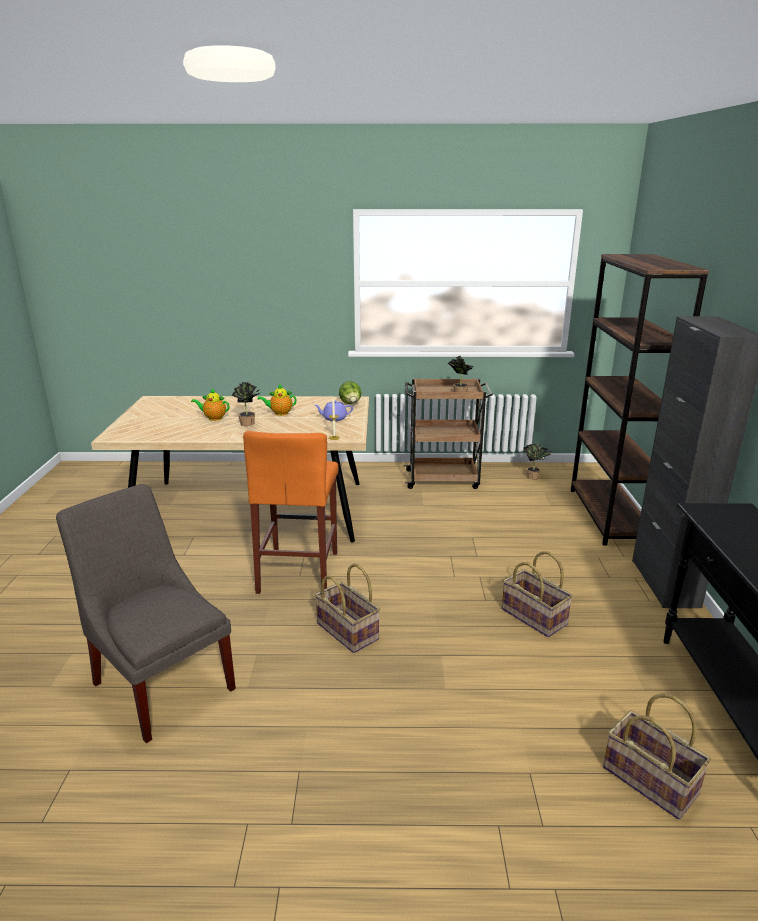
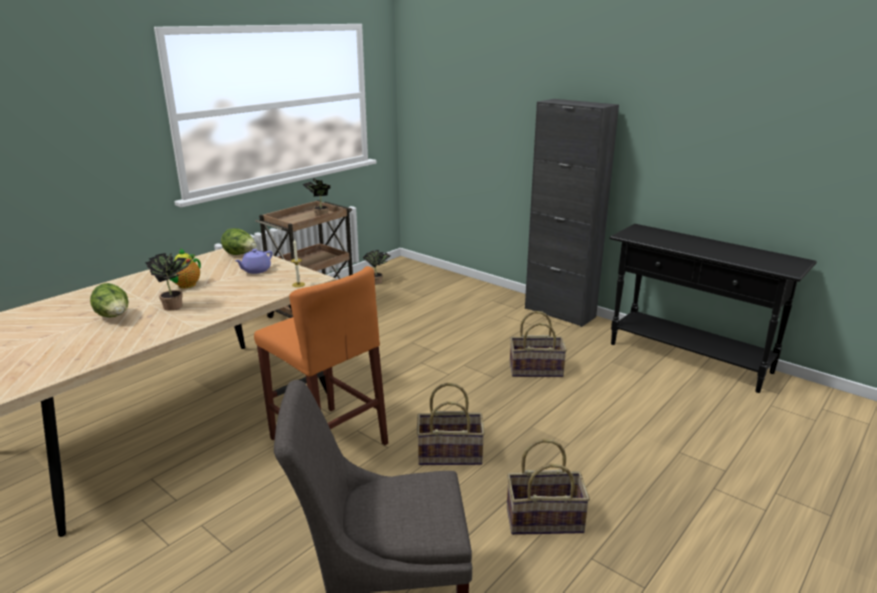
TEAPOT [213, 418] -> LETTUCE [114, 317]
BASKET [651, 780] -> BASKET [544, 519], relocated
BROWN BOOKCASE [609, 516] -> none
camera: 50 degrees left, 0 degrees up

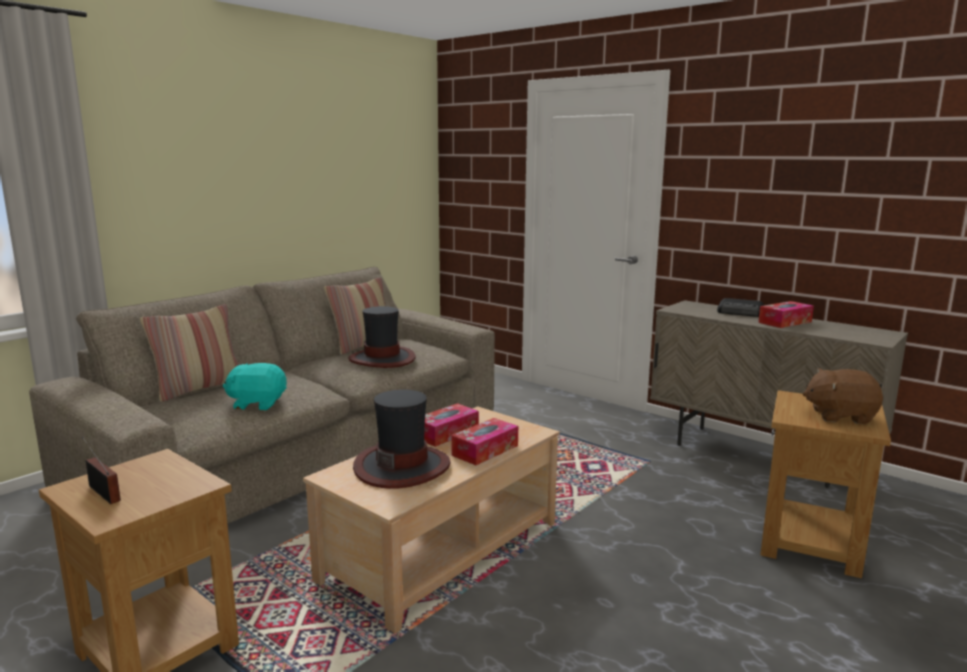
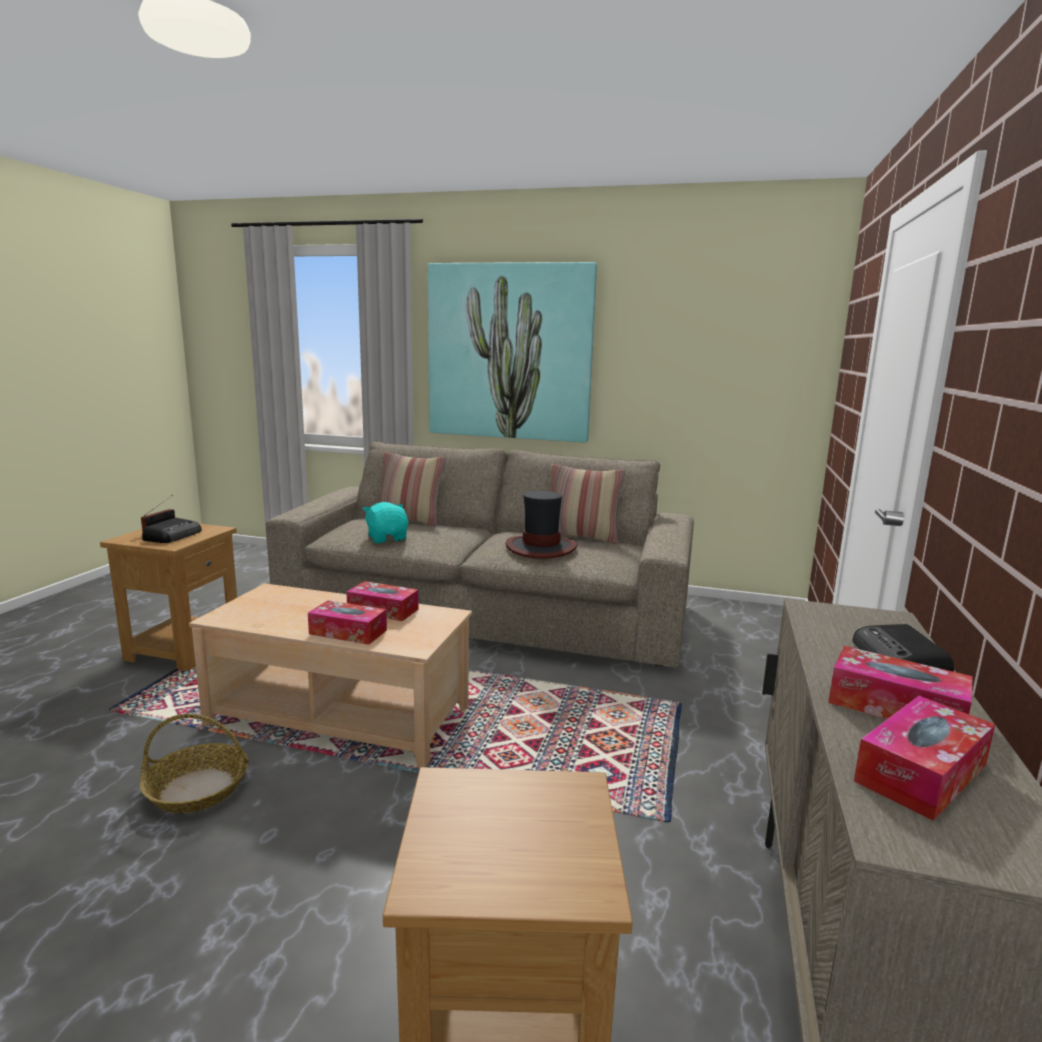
none -> BASKET [198, 789]
none -> RADIO [174, 536]
none -> PICTURE [510, 352]
none -> TISSUE BOX [921, 773]
HAT [402, 466] -> none
BROWN PLUSH TOY [839, 416] -> none
camera: 65 degrees right, 0 degrees up

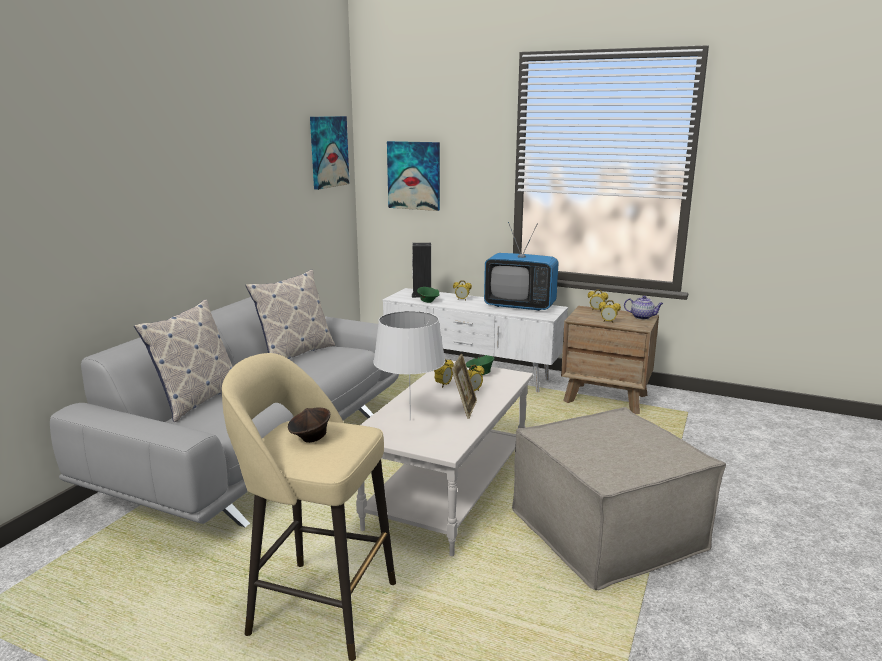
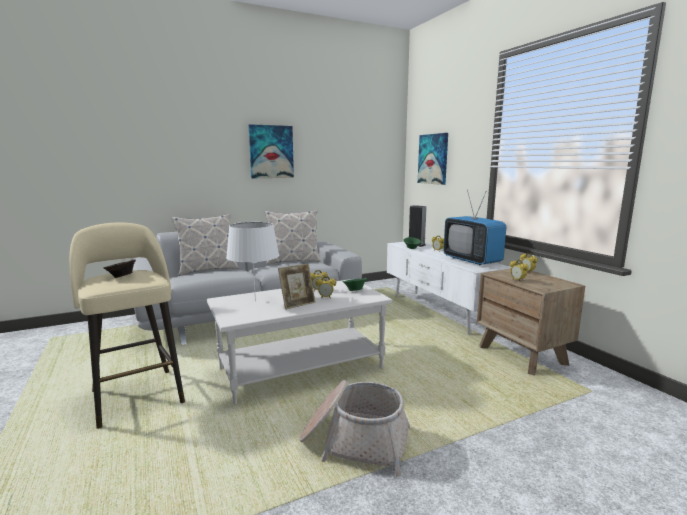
PICTURE [328, 152] -> PICTURE [271, 152], relocated
BEIGE OTTOMAN [606, 530] -> BASKET [354, 441]
TEAPOT [642, 317] -> none
camera: 40 degrees right, 5 degrees down

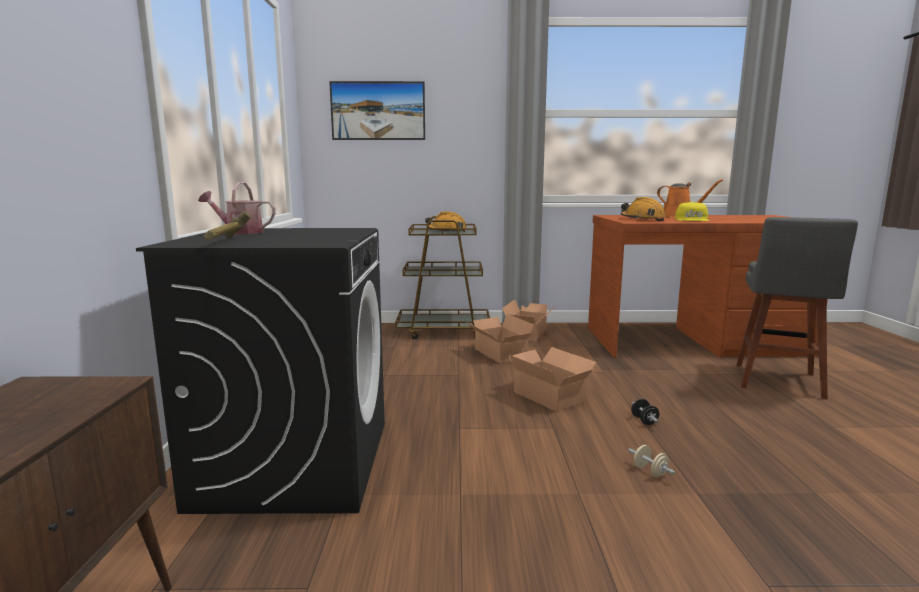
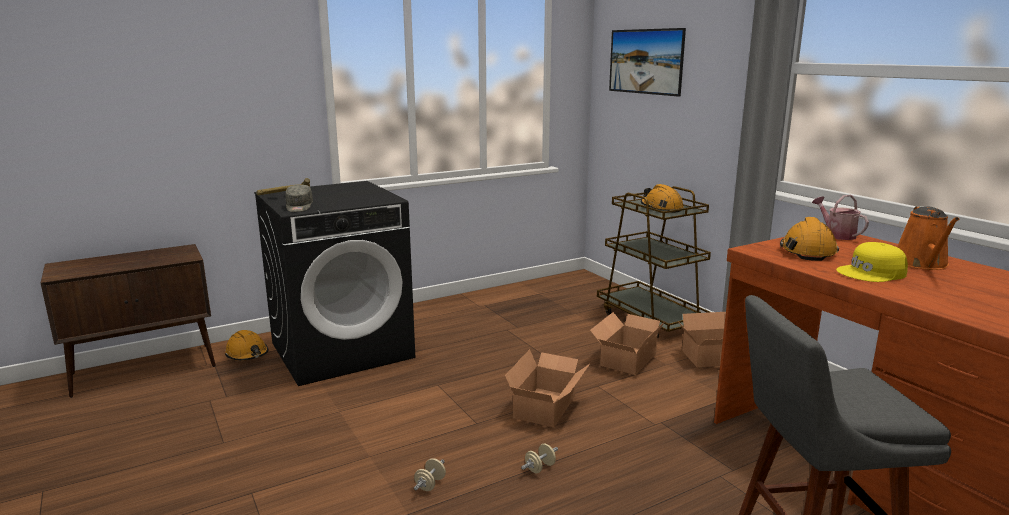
none -> ORANGE HARD HAT [247, 354]
none -> GREY CAP [299, 207]
BLACK DUMBBELL [644, 421] -> BEIGE DUMBBELL [540, 468]
WATERING CAN [240, 232] -> WATERING CAN [836, 234], relocated
camera: 60 degrees right, 5 degrees up

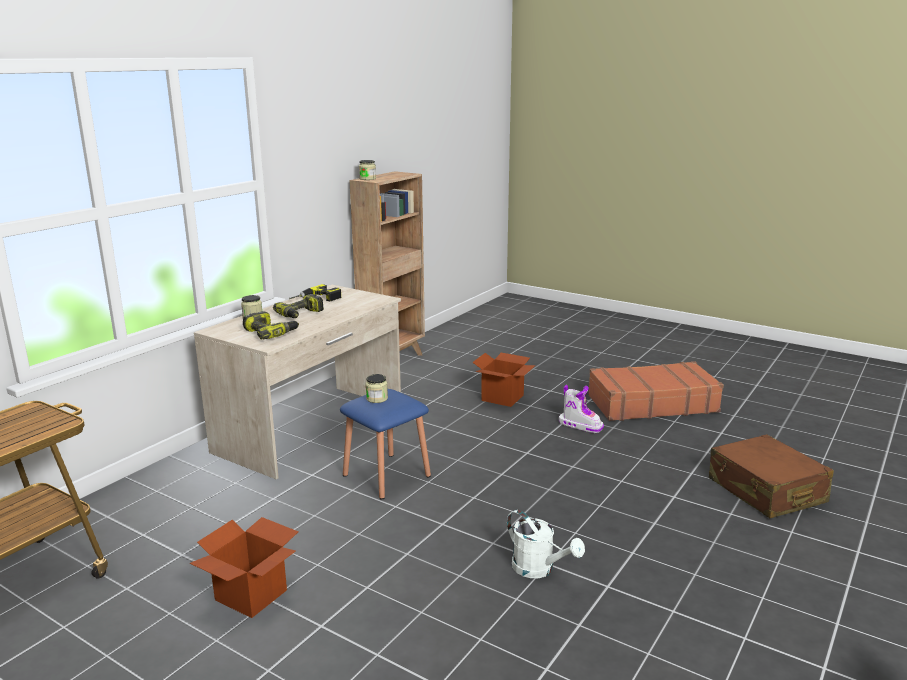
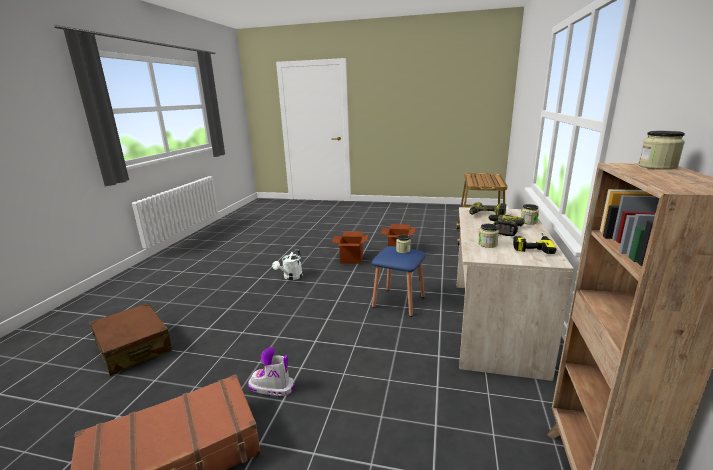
WHITE WATERING CAN [539, 569] -> WHITE WATERING CAN [291, 277], 90 degrees counterclockwise
CARDBOARD BOX [502, 398] -> CARDBOARD BOX [351, 259], relocated
none -> JAR [487, 244]
camera: 160 degrees right, 0 degrees up

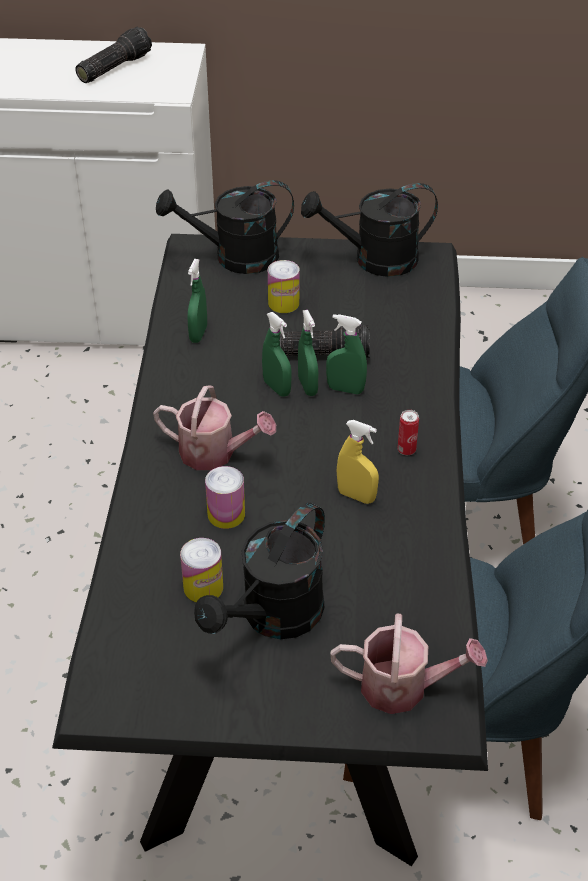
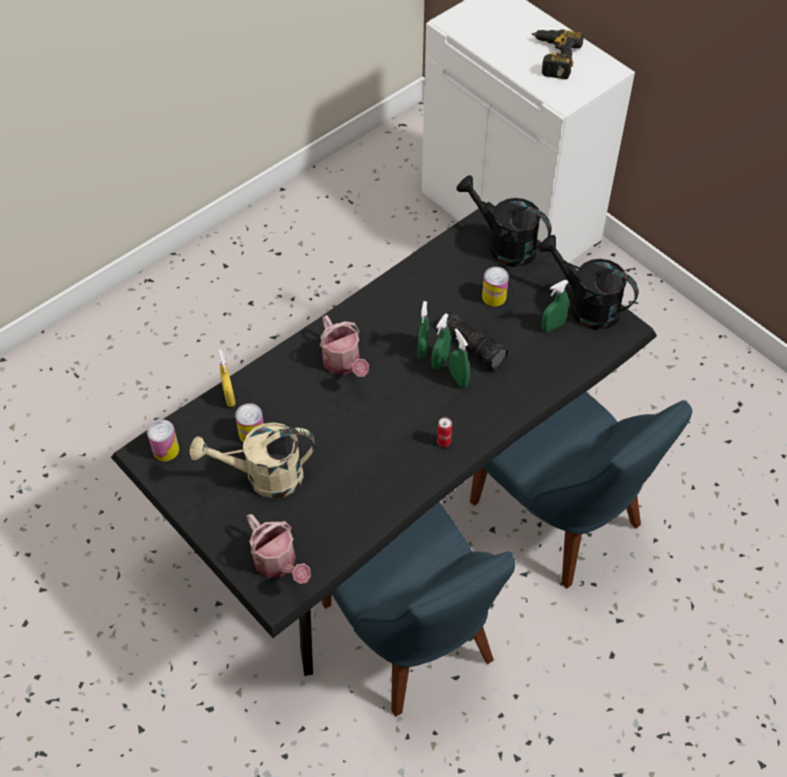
CAN [226, 514] -> CAN [166, 450], relocated
BLACK WATERING CAN [273, 618] -> BEIGE WATERING CAN [263, 477]
YELLOW SPRAY BOTTLE [356, 496] -> YELLOW SPRAY BOTTLE [229, 397], relocated
FLASHLIGHT [114, 67] -> POWER DRILL [552, 57]
GREEN SPRAY BOTTLE [198, 334] -> GREEN SPRAY BOTTLE [552, 326], relocated
camera: 45 degrees right, 10 degrees up

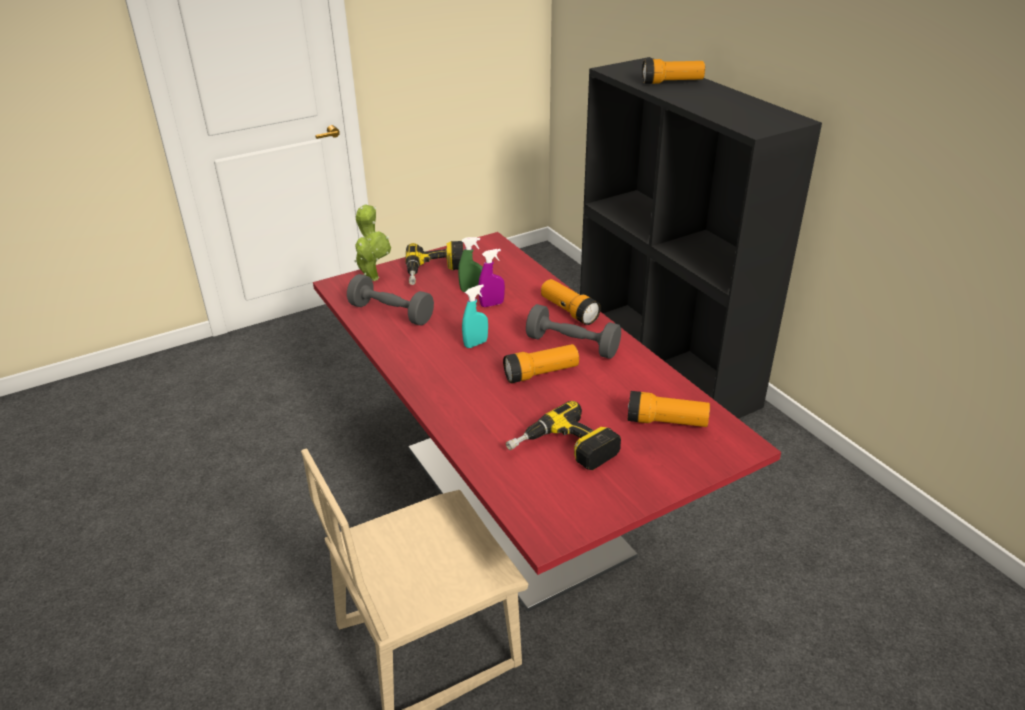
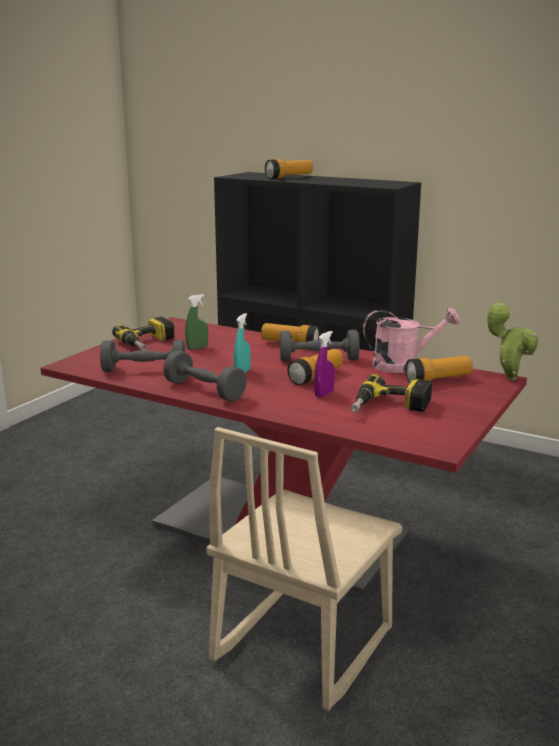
none -> GREY DUMBBELL [204, 391]
PURPLE SPRAY BOTTLE [492, 304] -> PURPLE SPRAY BOTTLE [324, 394], relocated
none -> PINK WATERING CAN [403, 365]
POTTED PLANT [373, 277] -> POTTED PLANT [508, 377], relocated
camera: 30 degrees left, 15 degrees down

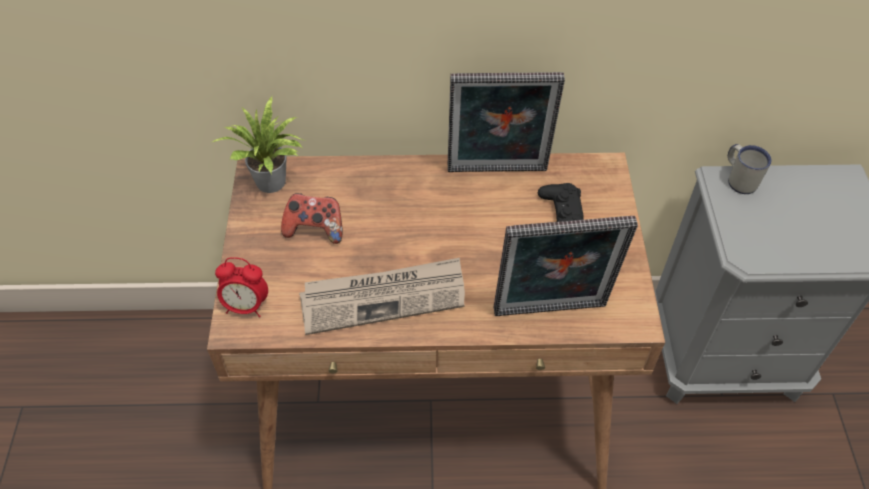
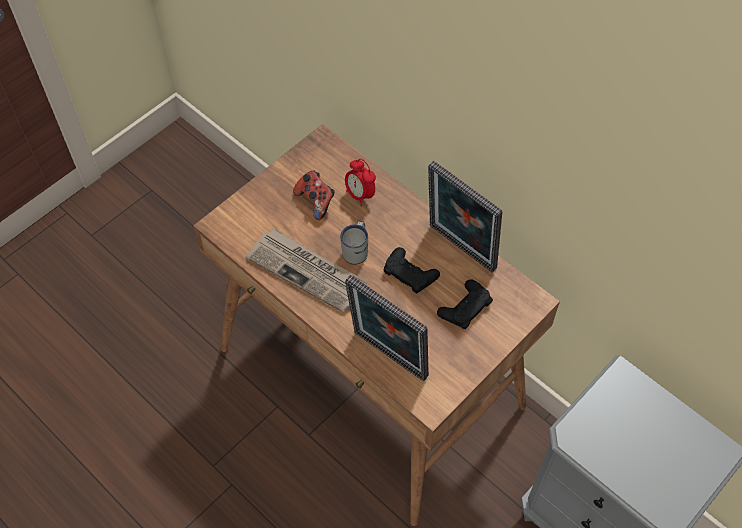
WHITE MUG [739, 179] -> WHITE MUG [357, 250], relocated
ALARM CLOCK [246, 306] -> ALARM CLOCK [360, 195], relocated
none -> BLACK GAME CONTROLLER [410, 273]
POTTED PLANT [273, 184] -> none
camera: 45 degrees right, 5 degrees up

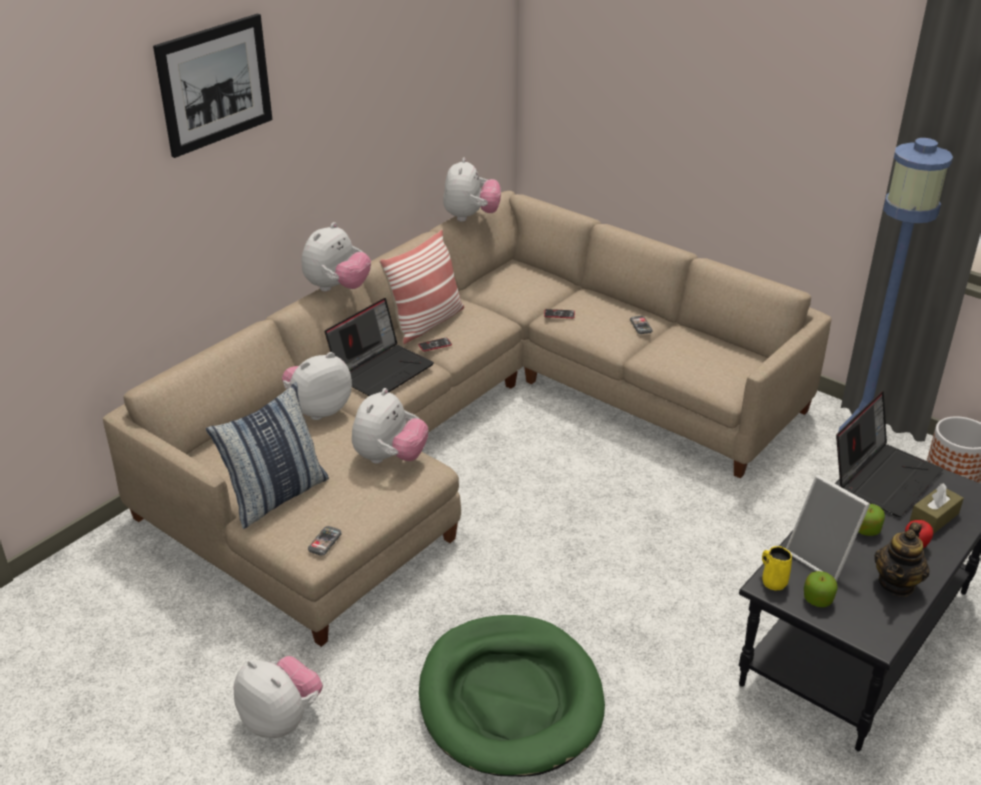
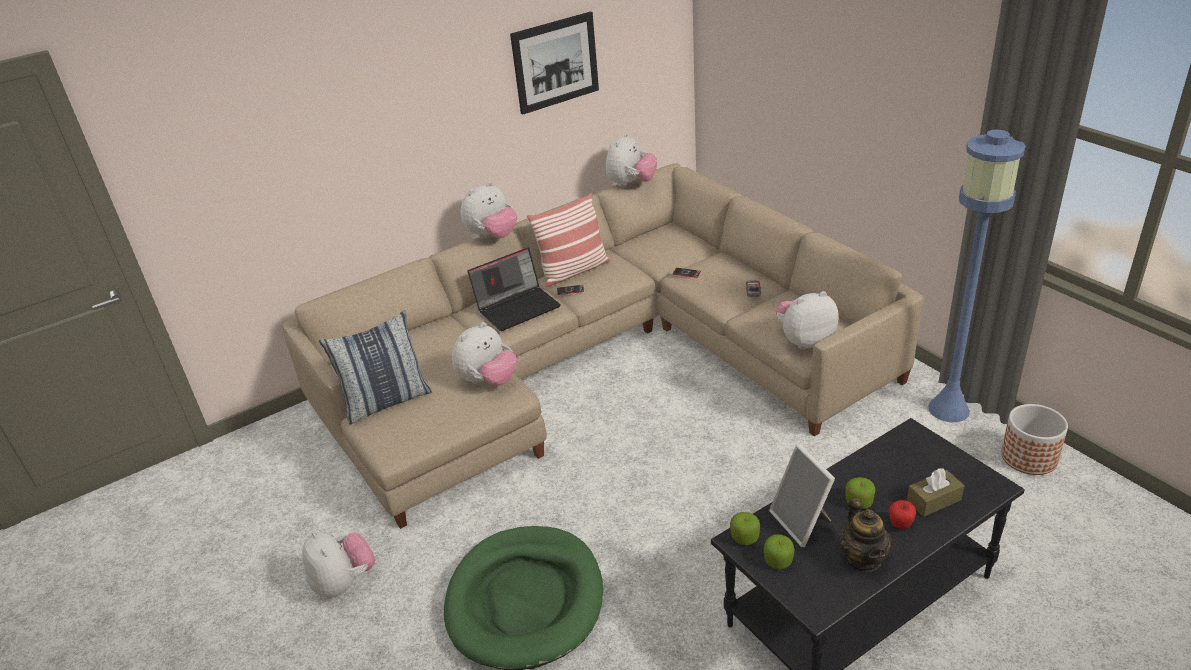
PICTURE [215, 84] -> PICTURE [555, 62], relocated
YELLOW MUG [773, 581] -> APPLE [744, 537]
PLUSH TOY [318, 409] -> PLUSH TOY [804, 340], relocated
TEAPOT [897, 584] -> TEAPOT [863, 559], 60 degrees counterclockwise
PHONE [325, 542] -> none
LAPTOP [883, 477] -> none
camera: 20 degrees right, 0 degrees up

